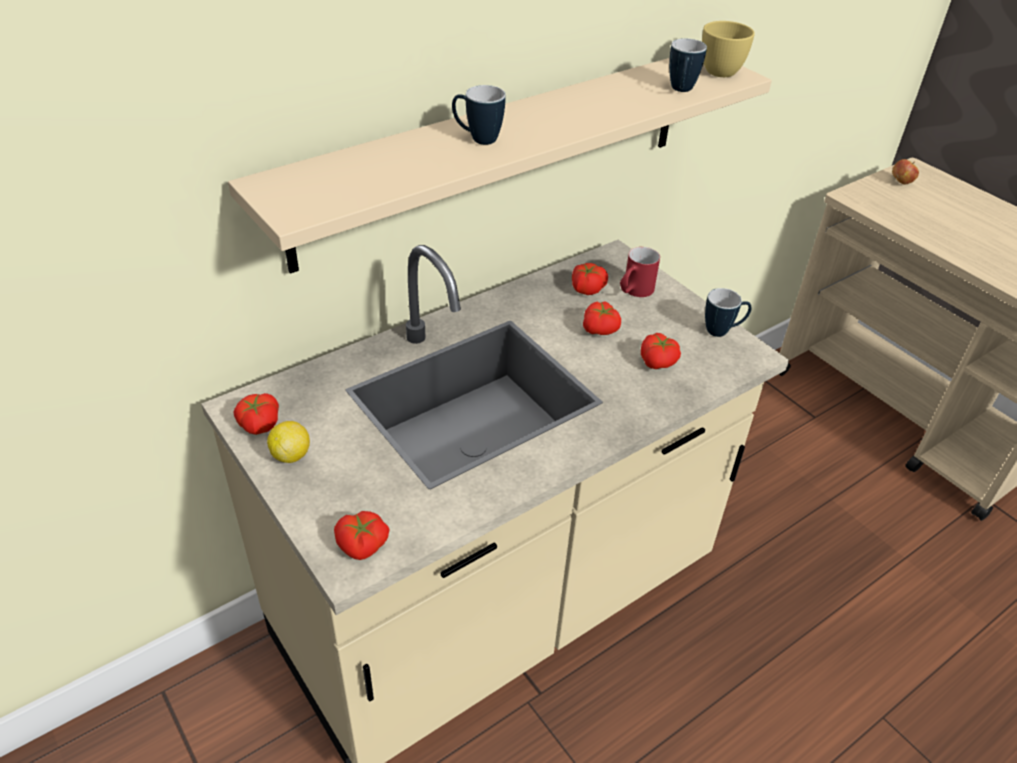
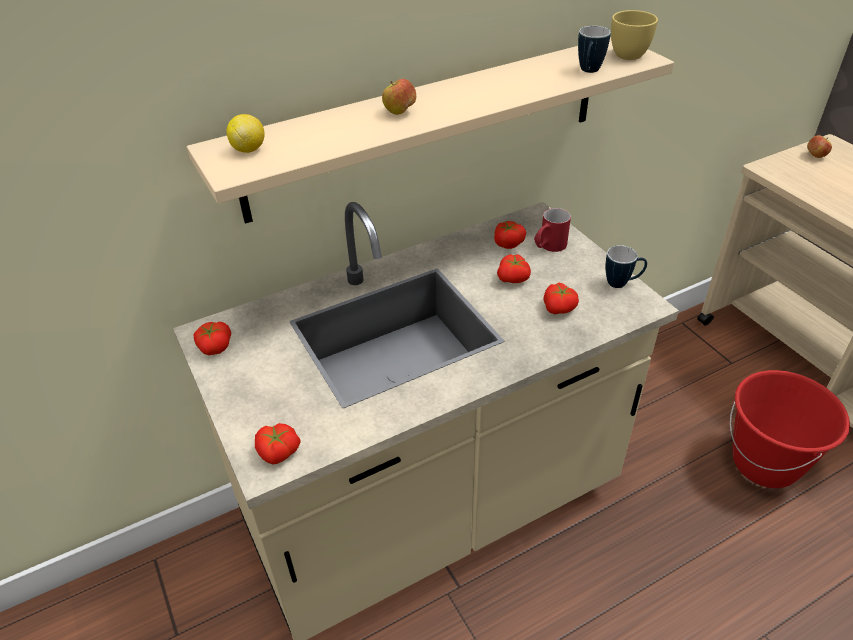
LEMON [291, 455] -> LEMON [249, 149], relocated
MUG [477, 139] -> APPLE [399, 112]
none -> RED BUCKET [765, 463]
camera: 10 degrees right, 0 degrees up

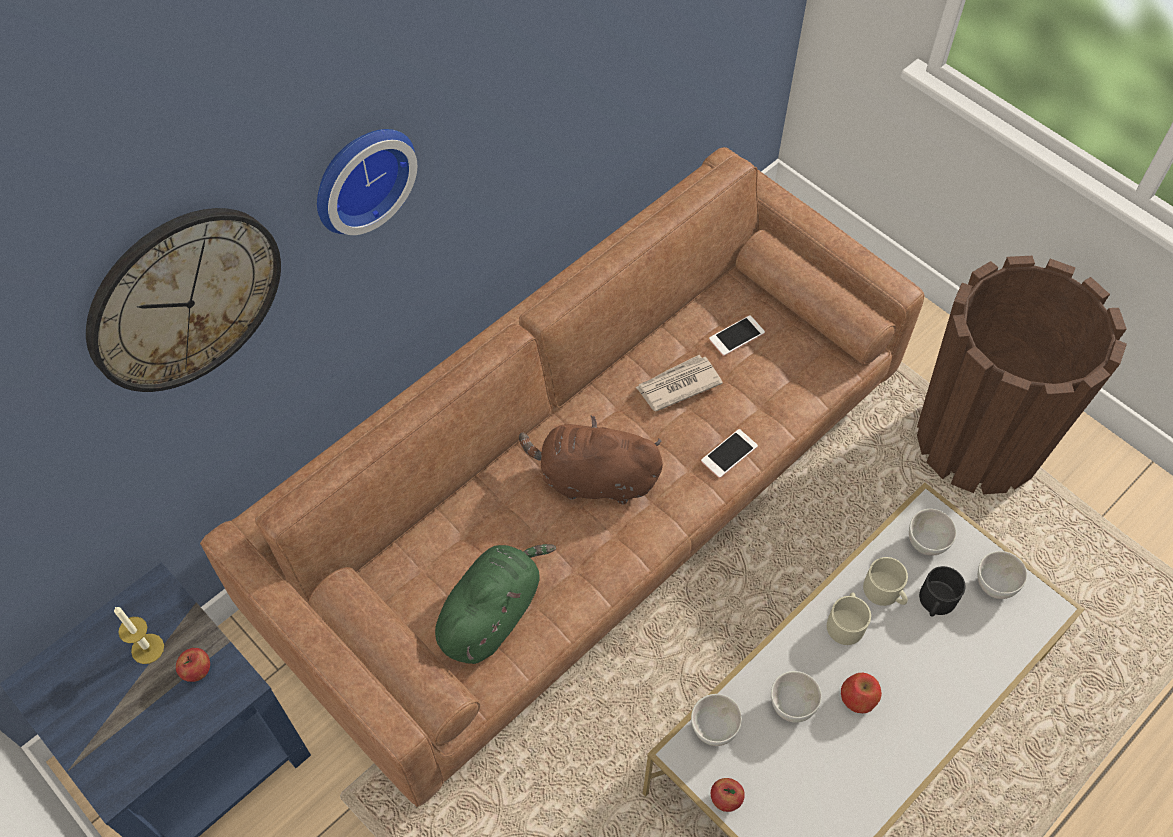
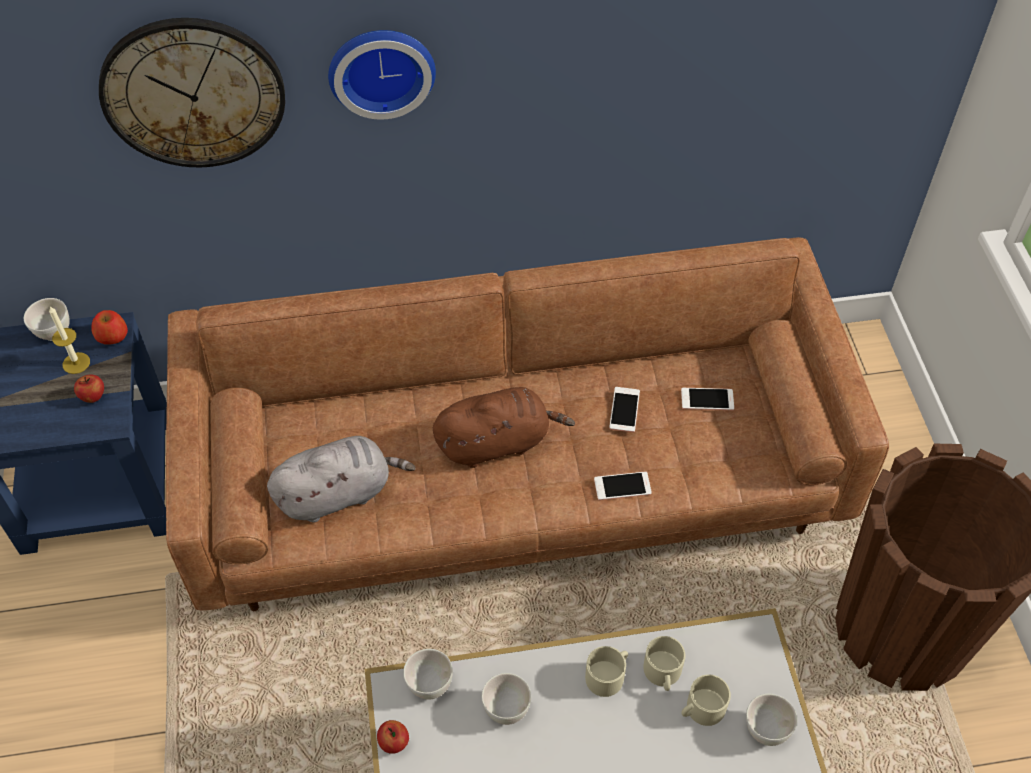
WHITE BOWL [925, 544] -> WHITE BOWL [54, 333], relocated
APPLE [858, 698] -> APPLE [112, 336], relocated
GREEN PLUSH TOY [492, 613] -> GREY PLUSH TOY [339, 493]
BROWN PLUSH TOY [593, 479] -> BROWN PLUSH TOY [497, 442], 120 degrees clockwise
NEWSPAPER [677, 385] -> PHONE [624, 410]
BLACK MUG [936, 602] -> BEIGE MUG [701, 709]
camera: 35 degrees right, 5 degrees down

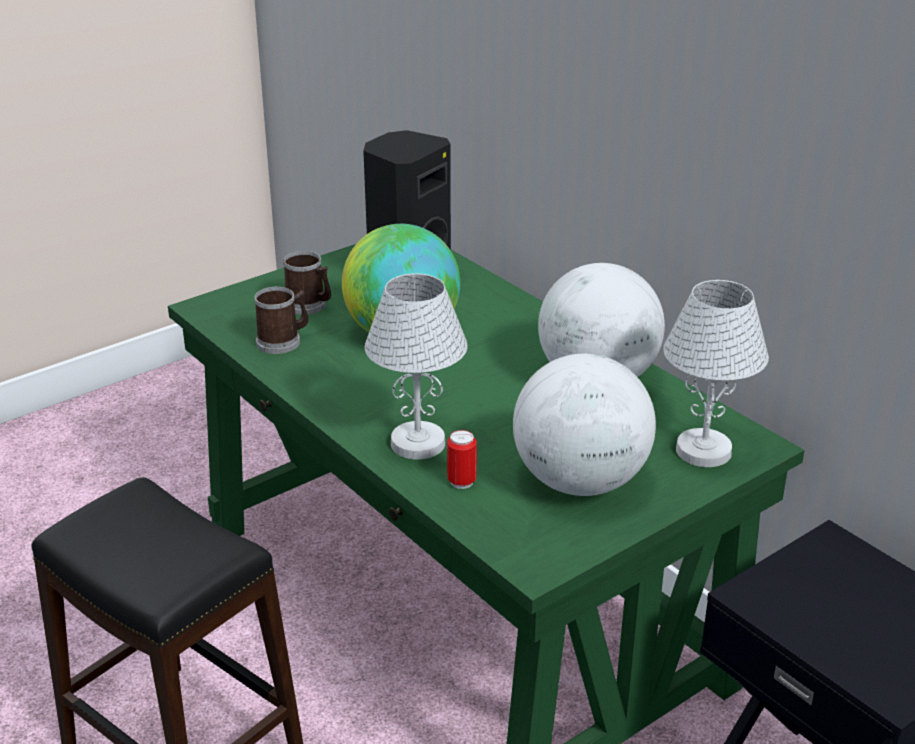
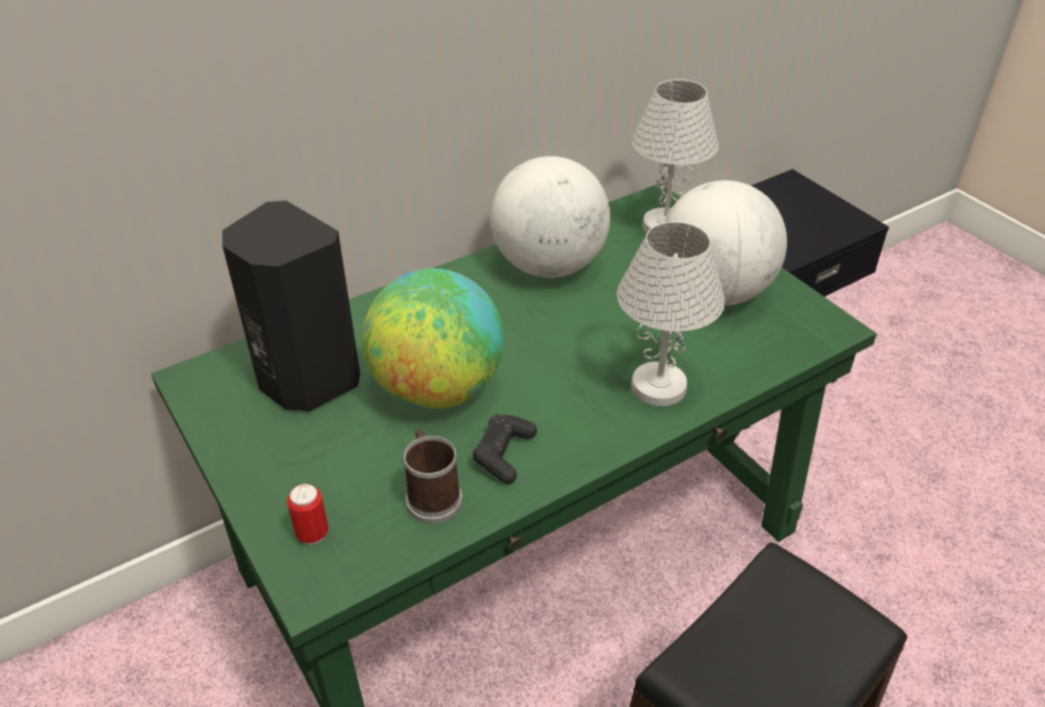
CAN [461, 482] -> CAN [312, 534], relocated
none -> BLACK GAME CONTROLLER [504, 454]
MUG [309, 305] -> none
camera: 85 degrees left, 10 degrees up

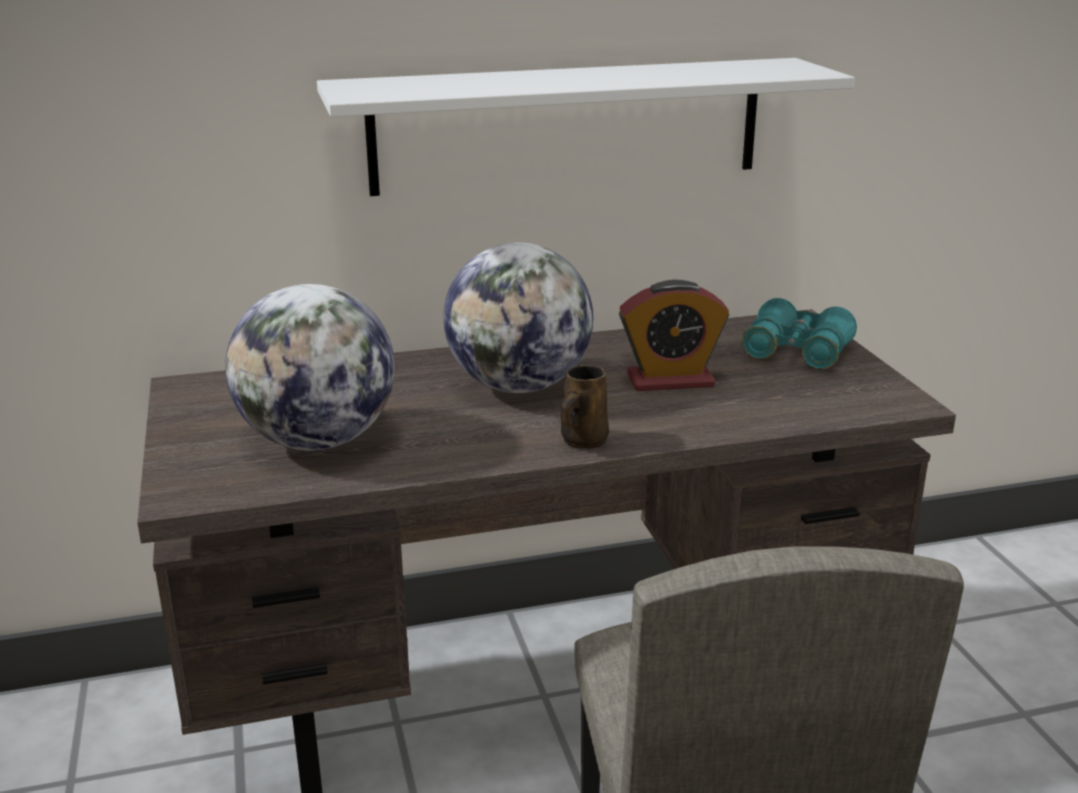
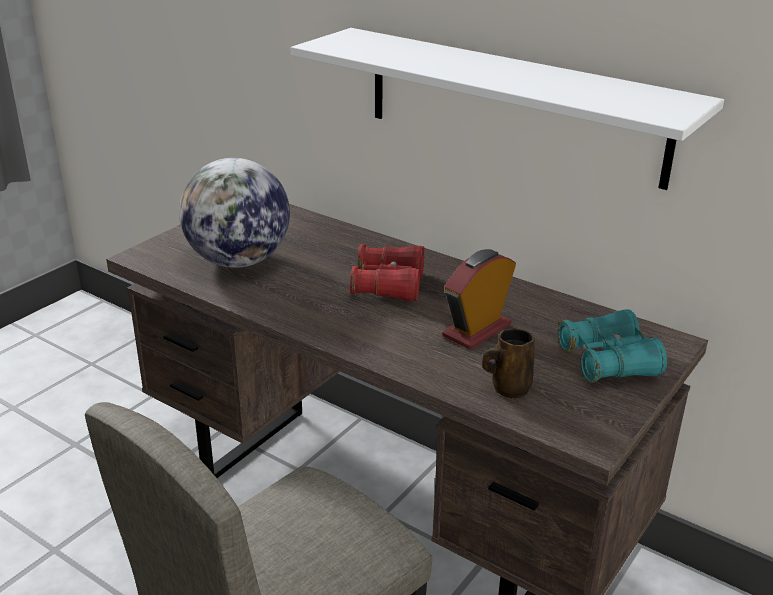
GLOBE [519, 386] -> RED BINOCULARS [388, 285]
ALARM CLOCK [670, 380] -> ALARM CLOCK [477, 330], 90 degrees clockwise
BROWN MUG [582, 441] -> BROWN MUG [508, 388], relocated
camera: 50 degrees right, 5 degrees up

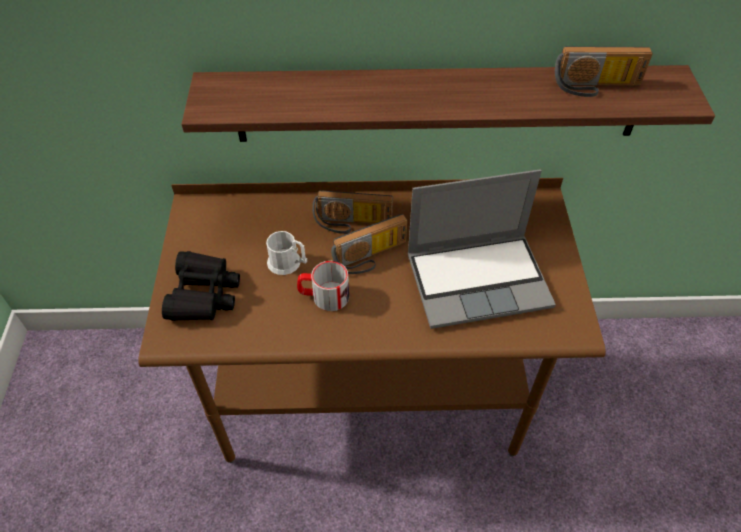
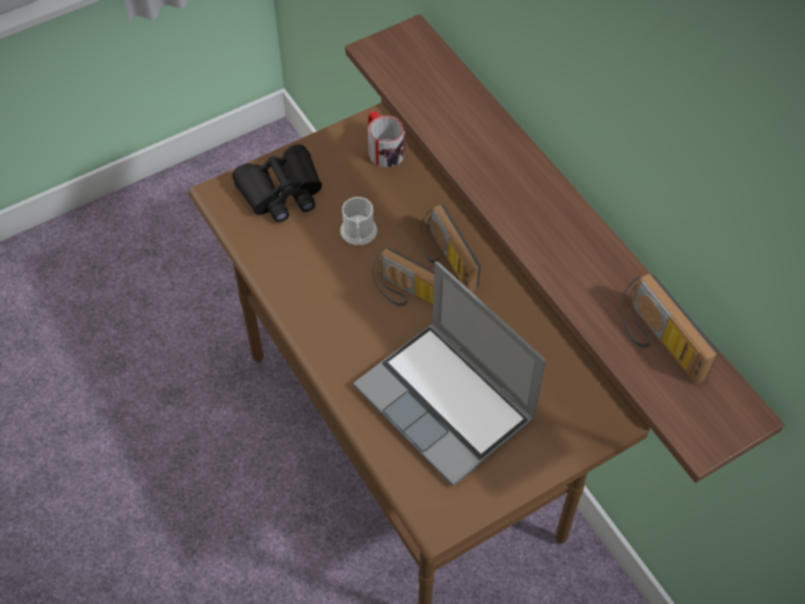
MUG [324, 296] -> MUG [383, 148], relocated
camera: 60 degrees right, 5 degrees up

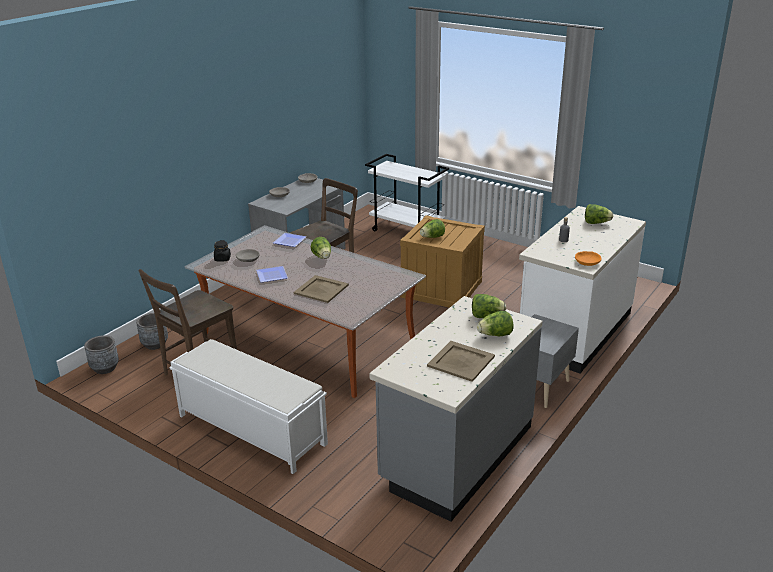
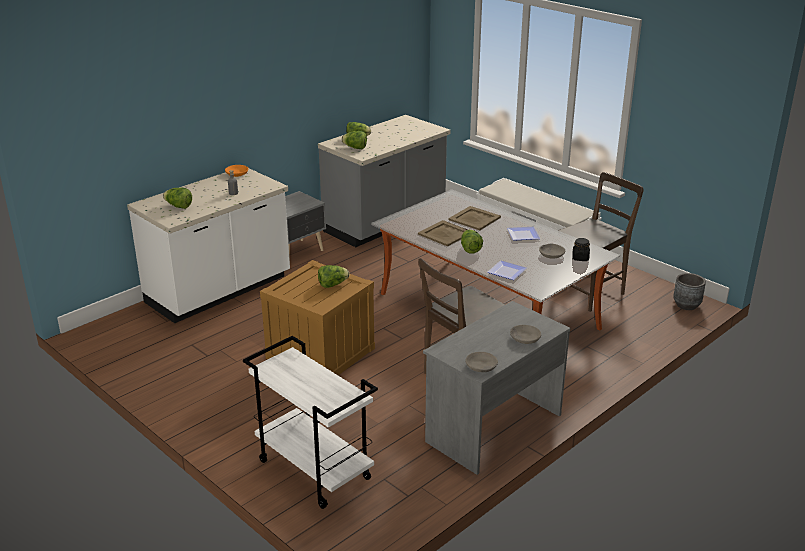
BEIGE TRAY [460, 361] -> BEIGE TRAY [445, 233], relocated
GREY PLANTER [155, 344] -> none
camera: 170 degrees left, 0 degrees up

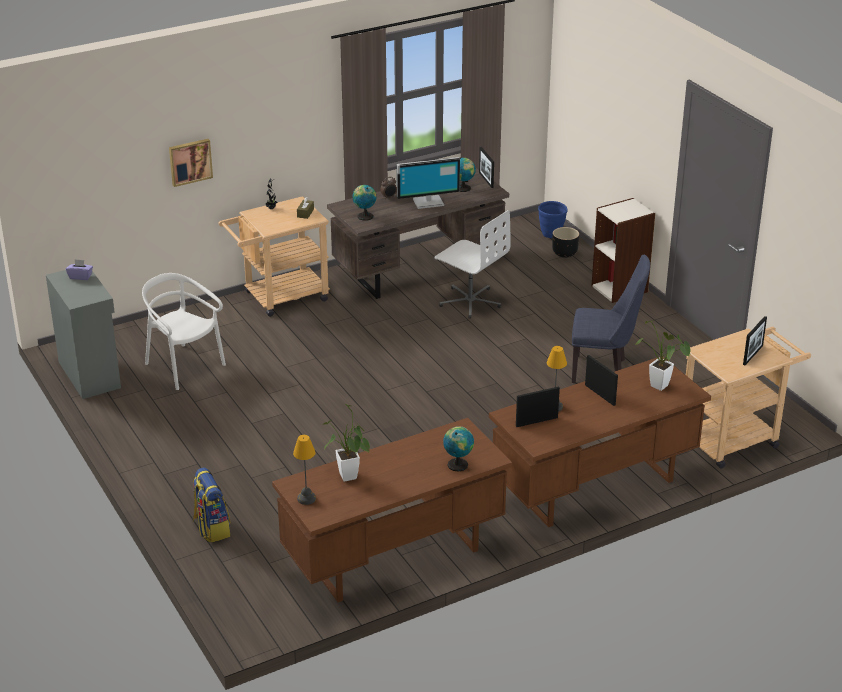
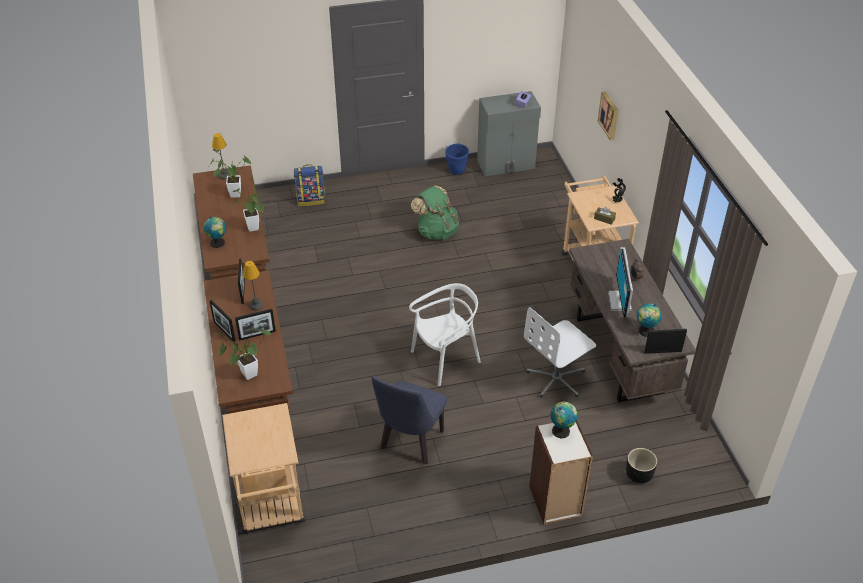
PICTURE FRAME [753, 355] -> PICTURE FRAME [224, 331], relocated
none -> POTTED PLANT [253, 230]
WHITE CHAIR [184, 366] -> WHITE CHAIR [445, 359], relocated
none -> GREEN BACKPACK [436, 231]
BLUE PLANTER [551, 235] -> BLUE PLANTER [456, 171], relocated
GLOBE [364, 216] -> GLOBE [562, 430], relocated
camera: 105 degrees right, 10 degrees up

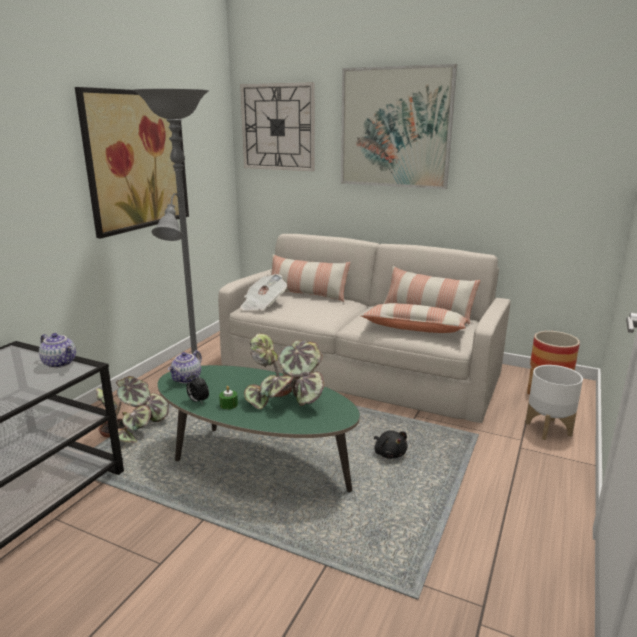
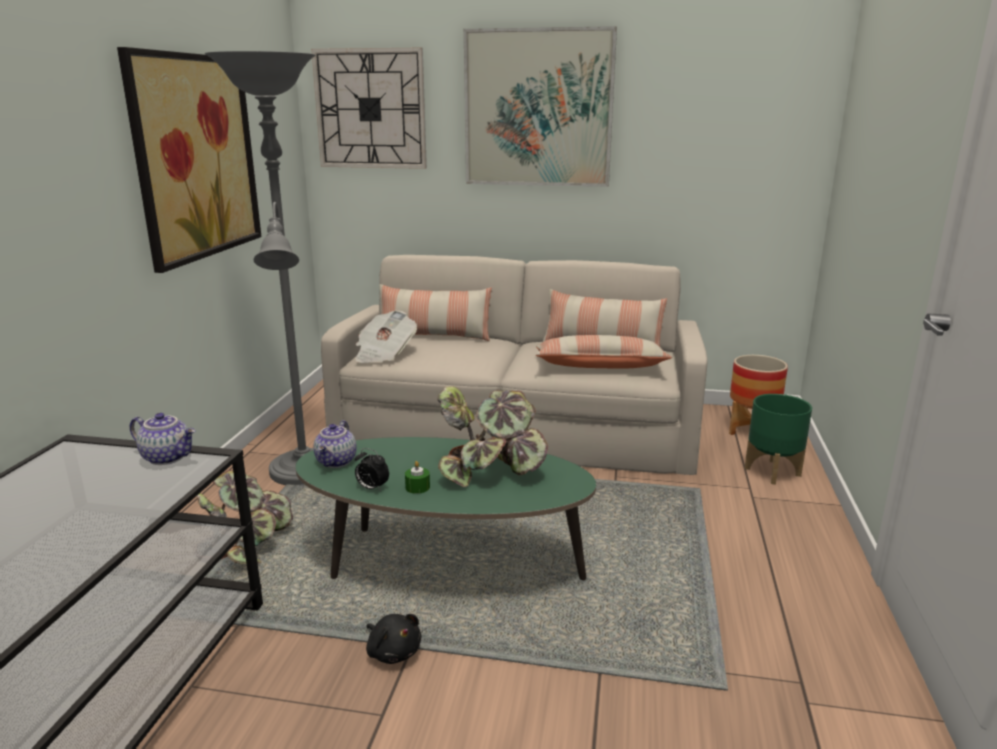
BLACK PLUSH TOY [389, 453] -> BLACK PLUSH TOY [393, 651], relocated
WHITE PLANTER [548, 429] -> GREEN PLANTER [773, 472]
camera: 15 degrees left, 0 degrees up

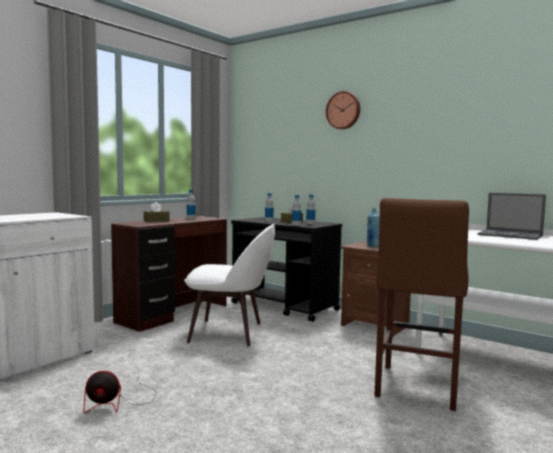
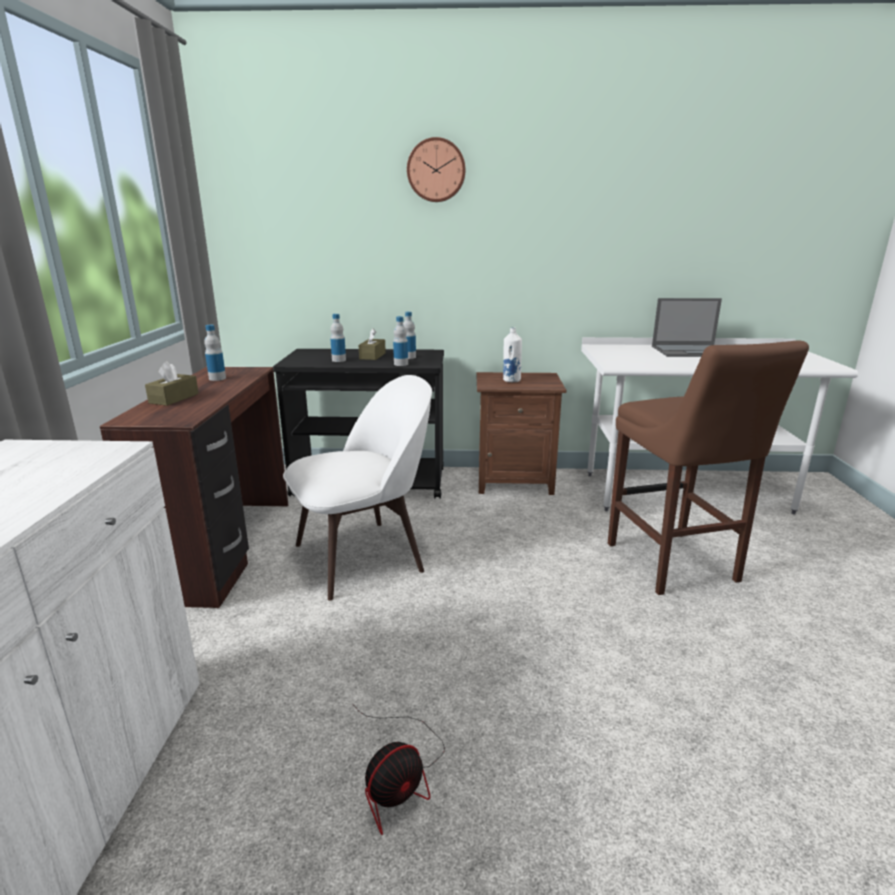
BLUE BOTTLE [373, 246] -> WHITE BOTTLE [511, 380]
camera: 35 degrees left, 15 degrees up

